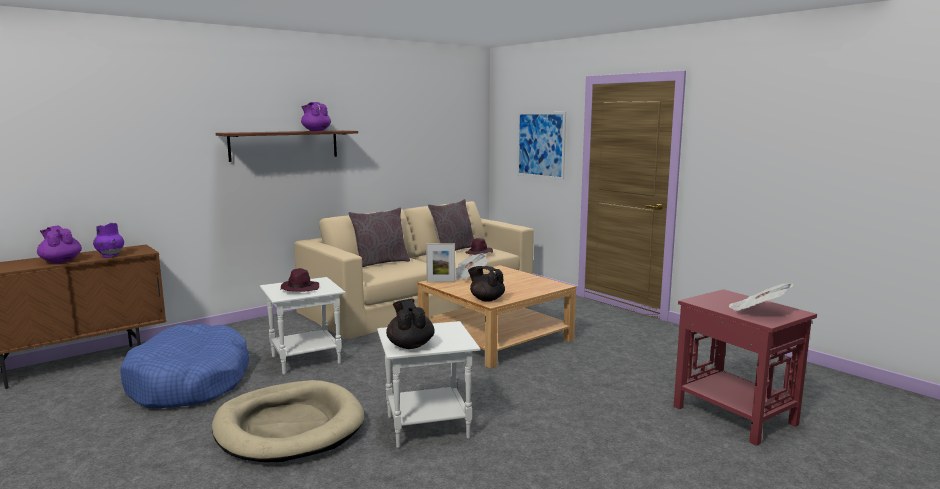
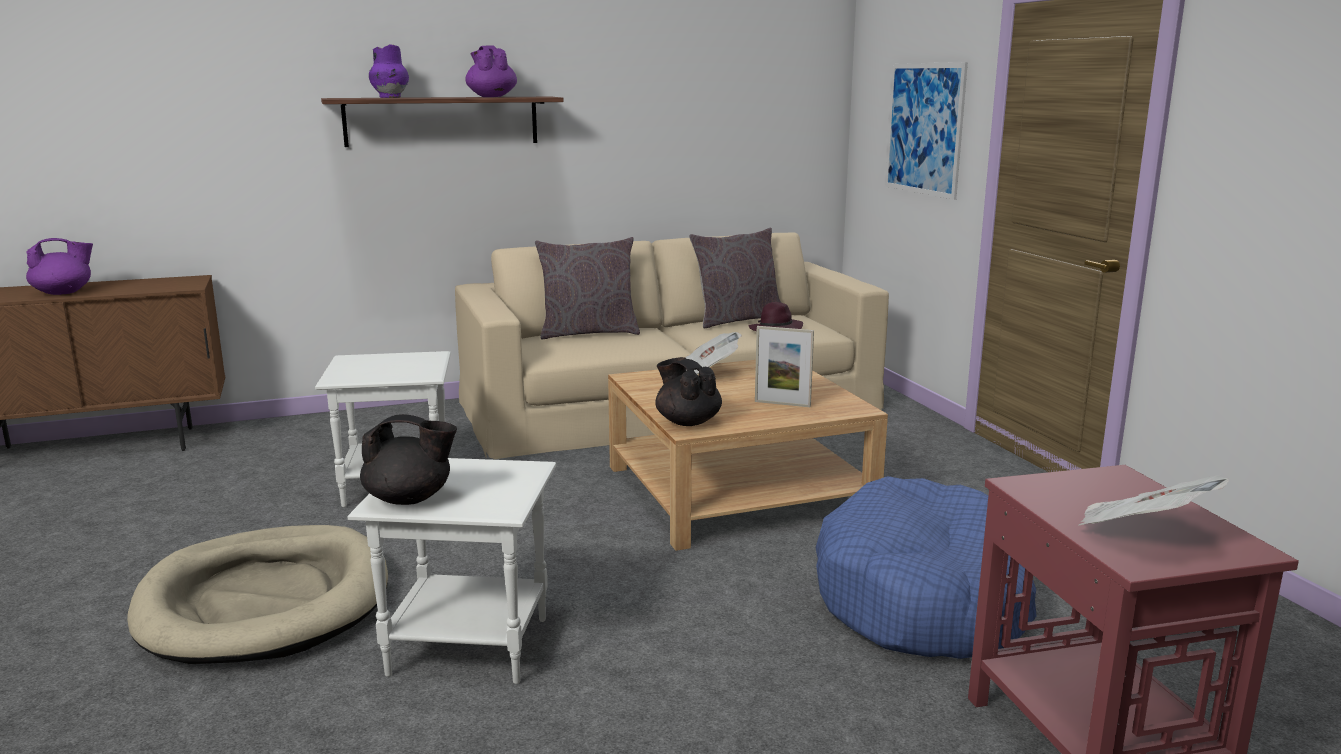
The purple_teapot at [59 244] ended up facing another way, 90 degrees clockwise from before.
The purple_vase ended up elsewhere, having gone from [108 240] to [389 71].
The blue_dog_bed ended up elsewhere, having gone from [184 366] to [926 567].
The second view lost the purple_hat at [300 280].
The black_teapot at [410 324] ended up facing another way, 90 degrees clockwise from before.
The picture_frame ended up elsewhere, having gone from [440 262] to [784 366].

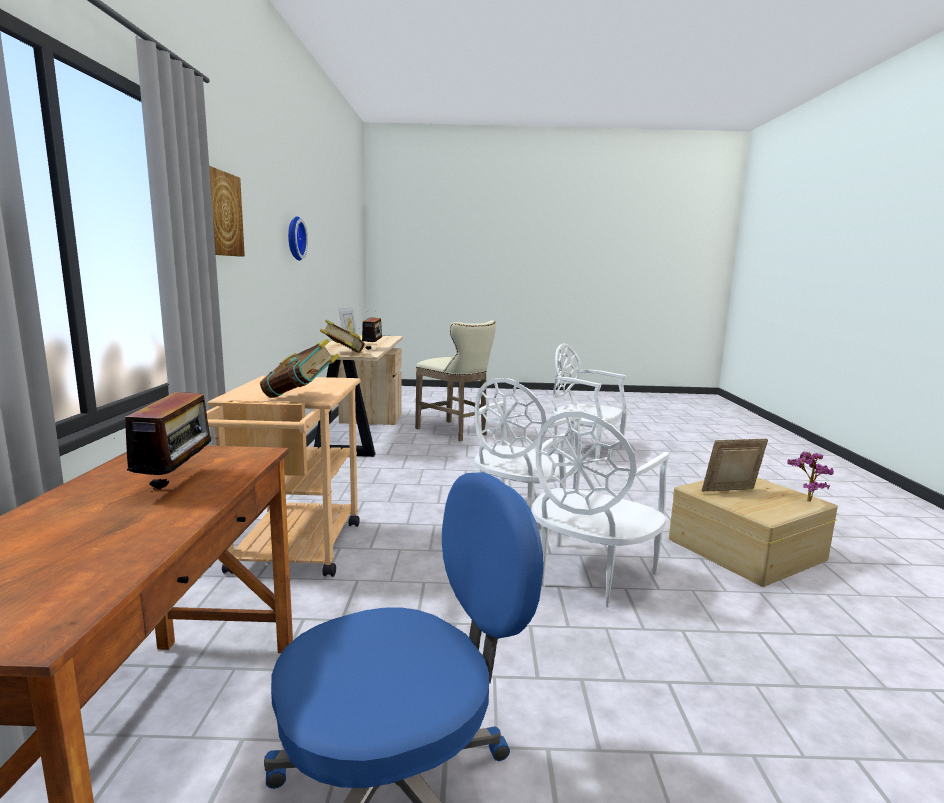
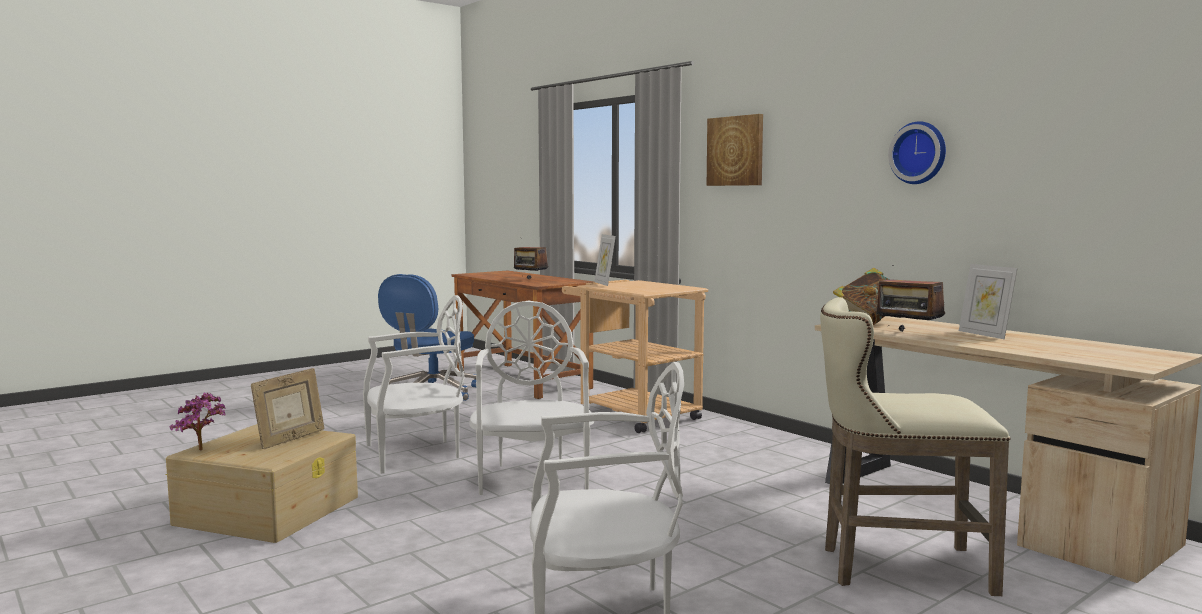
Where the book stood at [299 368], the picture_frame came to stand at [605 260].
The white_chair at [600 509] ended up facing another way, 75 degrees clockwise from before.

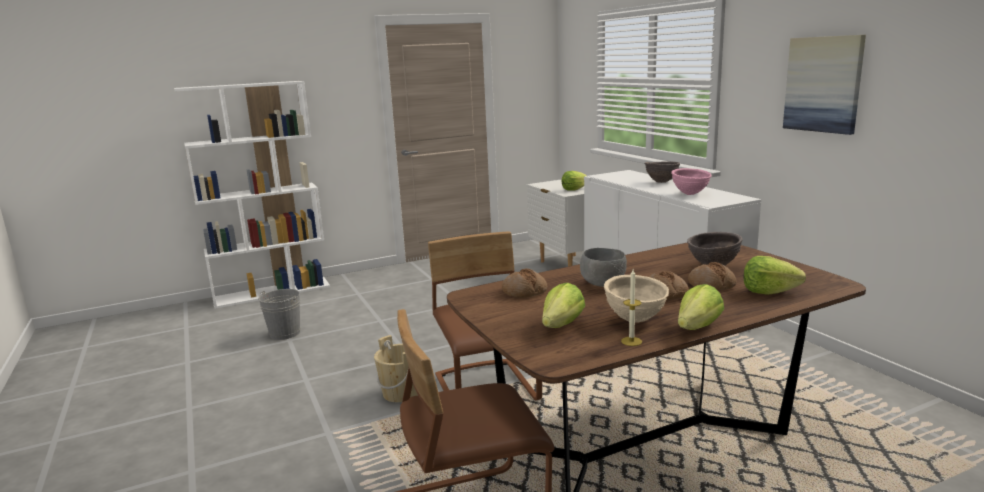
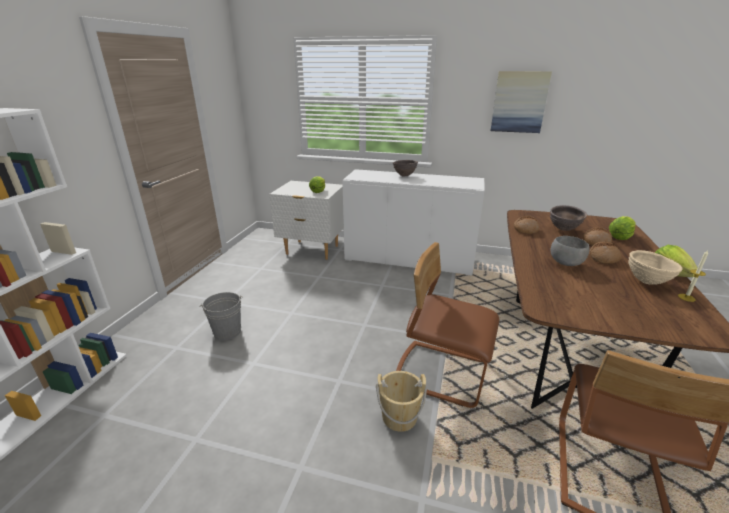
The grey_bucket ended up elsewhere, having gone from [279 314] to [221 316].
The bread ended up elsewhere, having gone from [524 283] to [526 224].
The second view lost the lettuce at [563 305].
The second view lost the pink_bowl at [691 181].

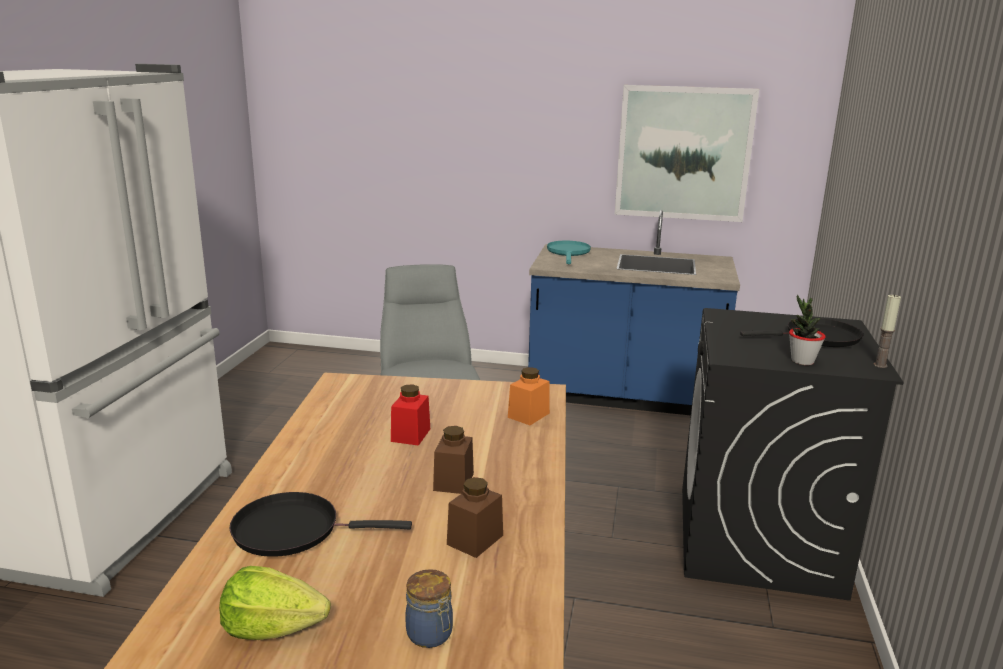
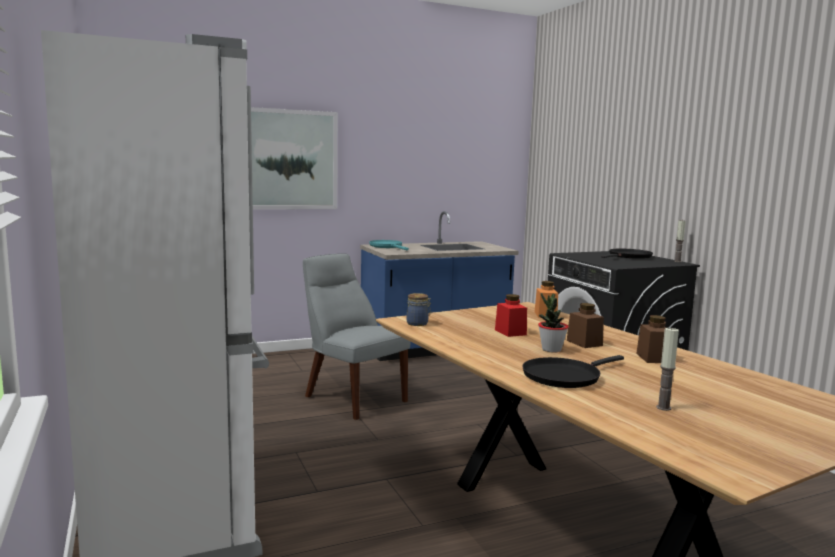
Where the lettuce stood at [275 603], the candle came to stand at [667 369].
The jar ended up elsewhere, having gone from [429 608] to [418 309].
The picture ended up elsewhere, having gone from [687 153] to [294 158].
The potted_plant ended up elsewhere, having gone from [807 330] to [553 323].

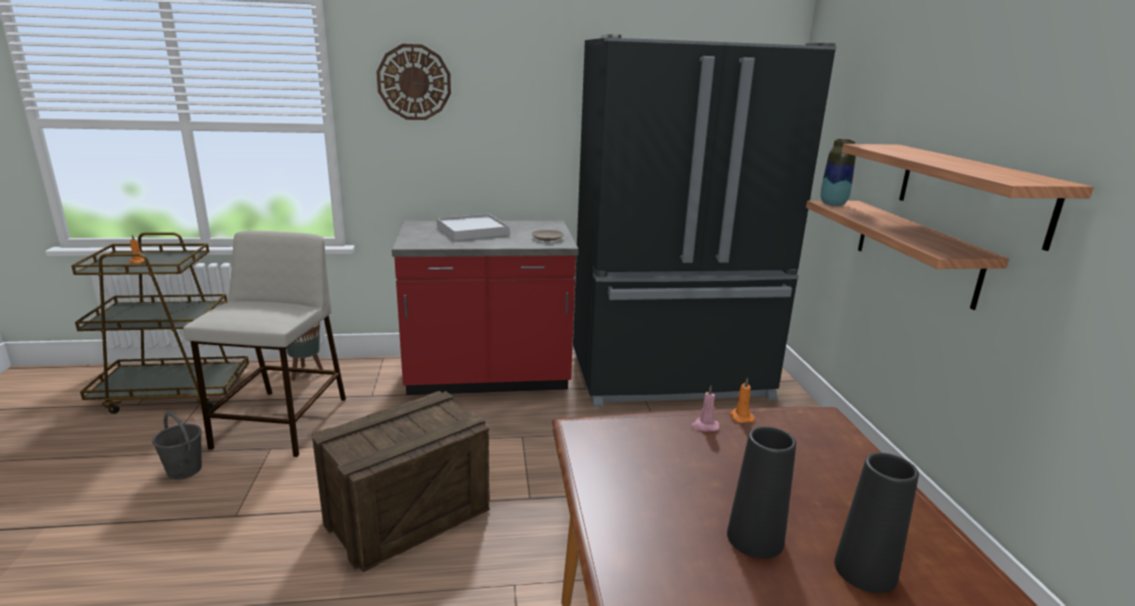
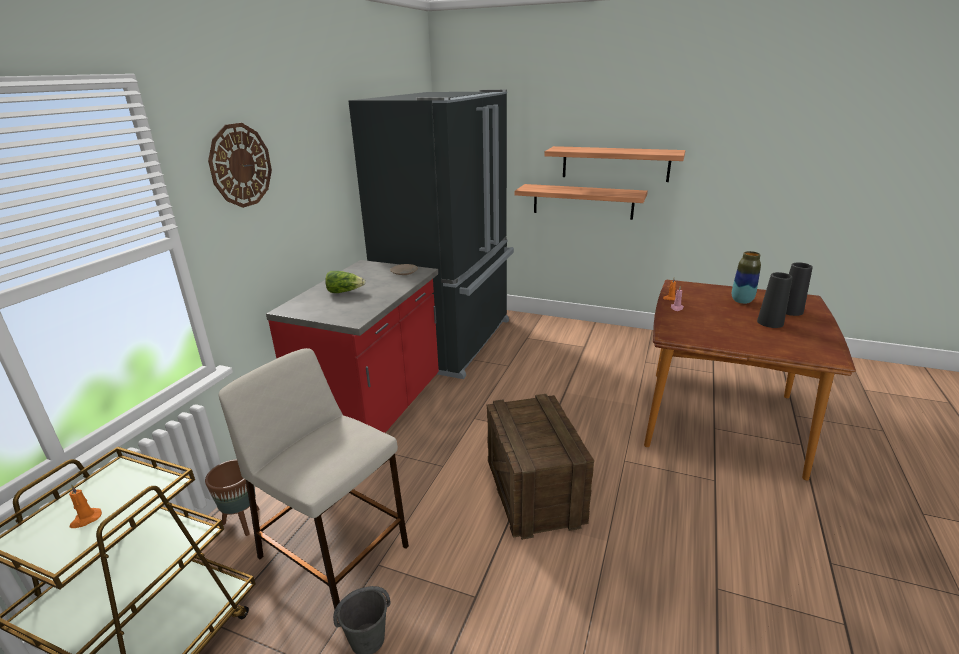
Where the white_tray stood at [473 227], the lettuce came to stand at [345 282].
The vase ended up elsewhere, having gone from [838 172] to [746 277].

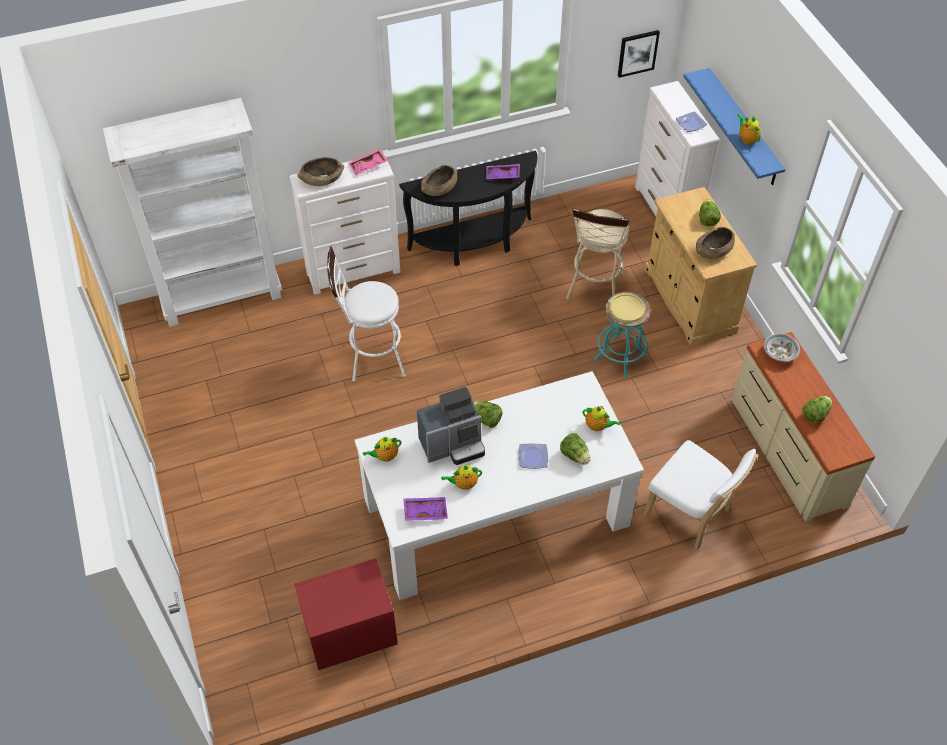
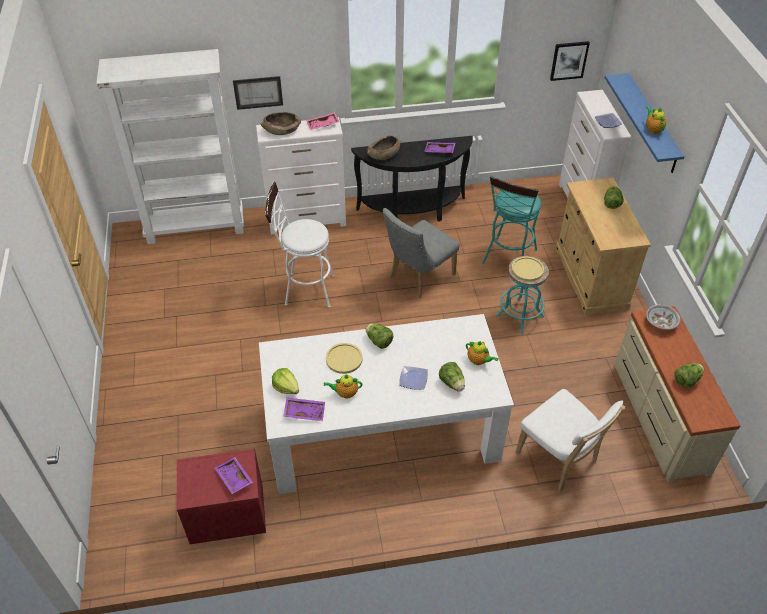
The second view lost the teapot at [382 449].
Where the coffee_machine stood at [451 426], the yellow_plate came to stand at [344 358].
What was the beige_stool at [598 254] turned into the turquoise_stool at [511 220].
The second view lost the brown_bowl at [715 243].
The second view gained the purple_tray at [234 475].
The second view gained the picture at [258 93].
The second view gained the lettuce at [285 381].
The second view gained the grey_chair at [421 253].

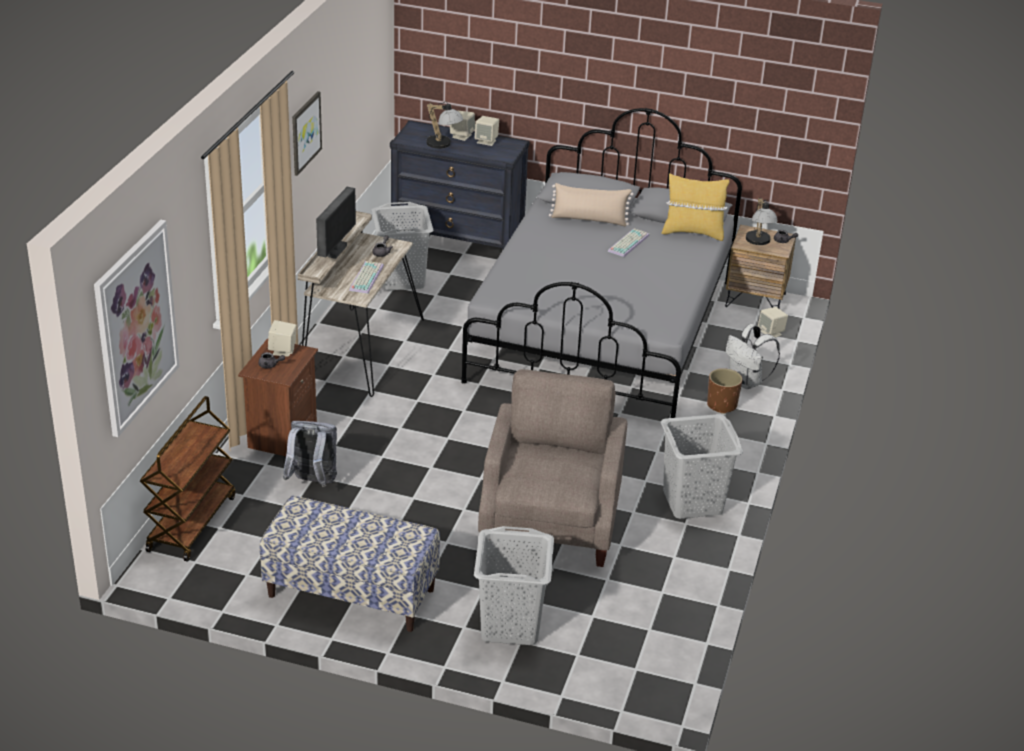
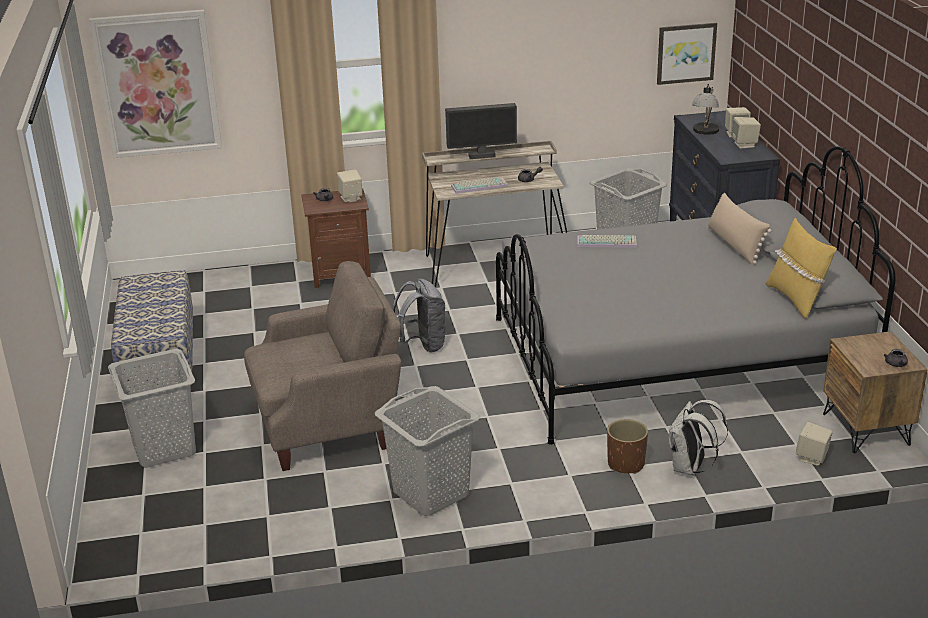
The second view lost the brown_cart at [188 479].
The grey_backpack ended up elsewhere, having gone from [310 454] to [419 315].
The picture ended up elsewhere, having gone from [307 133] to [687 54].
The keyboard ended up elsewhere, having gone from [628 242] to [607 241].
The second view lost the table_lamp at [762 221].

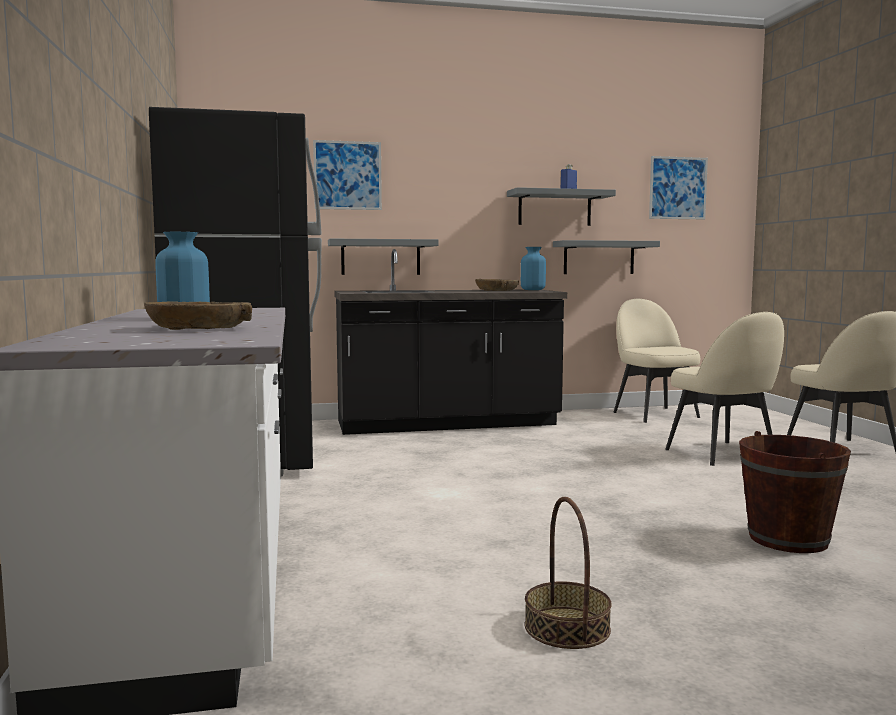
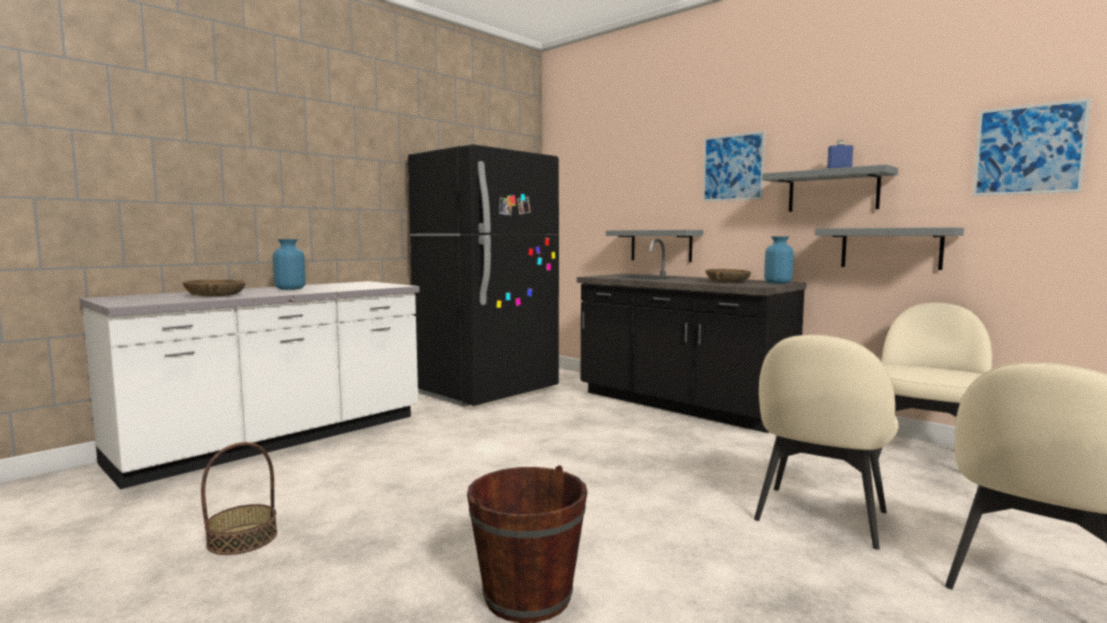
The picture ended up elsewhere, having gone from [347 175] to [734 166].

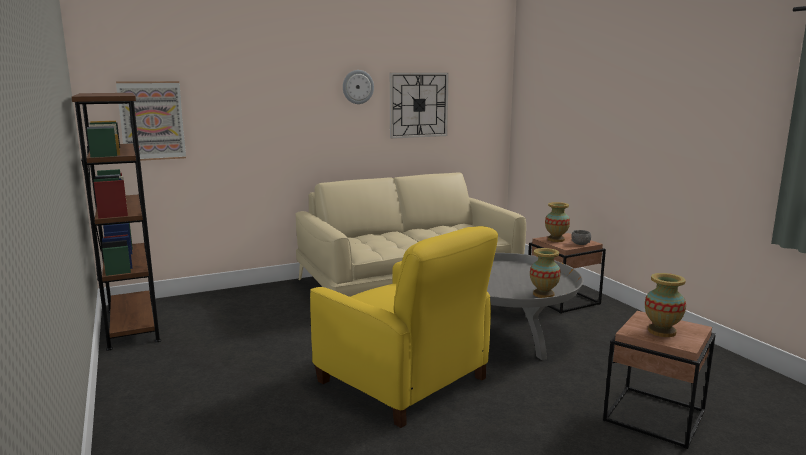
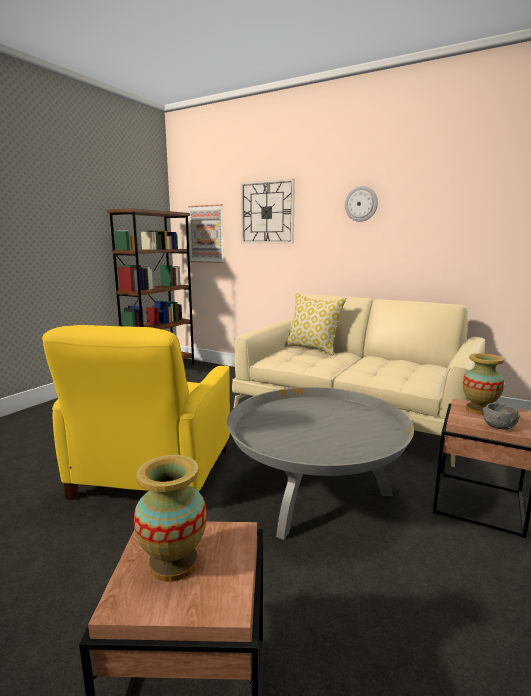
The wall_clock ended up elsewhere, having gone from [419 105] to [268 211].
The second view lost the vase at [545 273].
The second view gained the pillow at [315 324].

